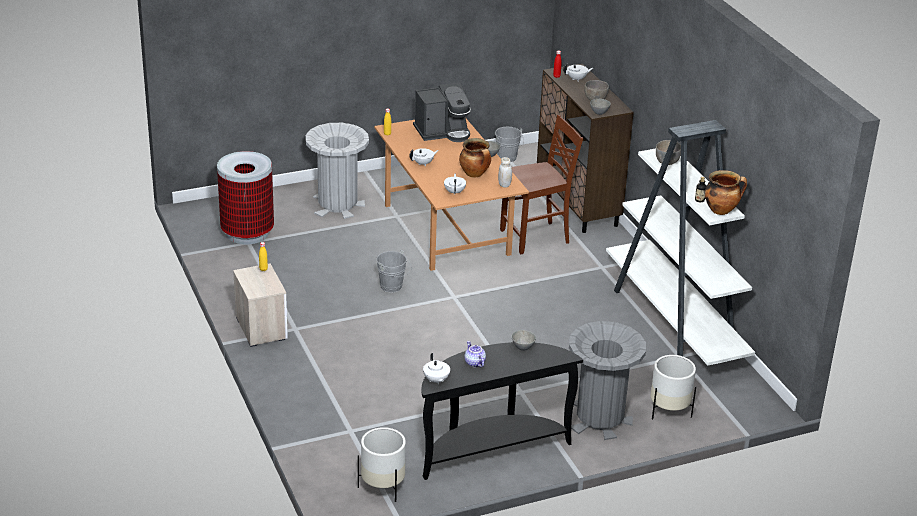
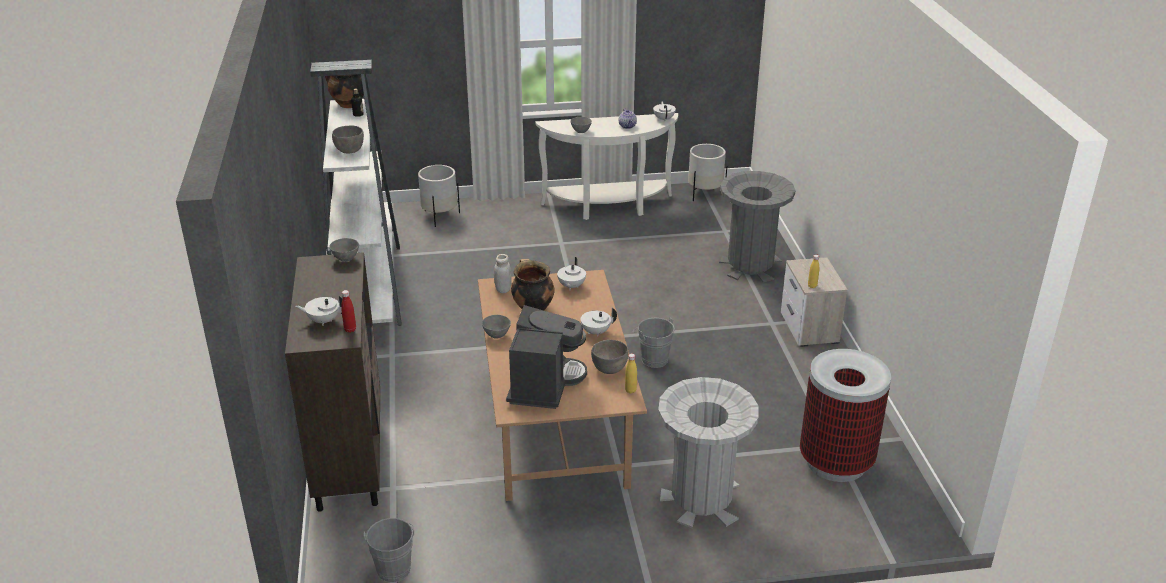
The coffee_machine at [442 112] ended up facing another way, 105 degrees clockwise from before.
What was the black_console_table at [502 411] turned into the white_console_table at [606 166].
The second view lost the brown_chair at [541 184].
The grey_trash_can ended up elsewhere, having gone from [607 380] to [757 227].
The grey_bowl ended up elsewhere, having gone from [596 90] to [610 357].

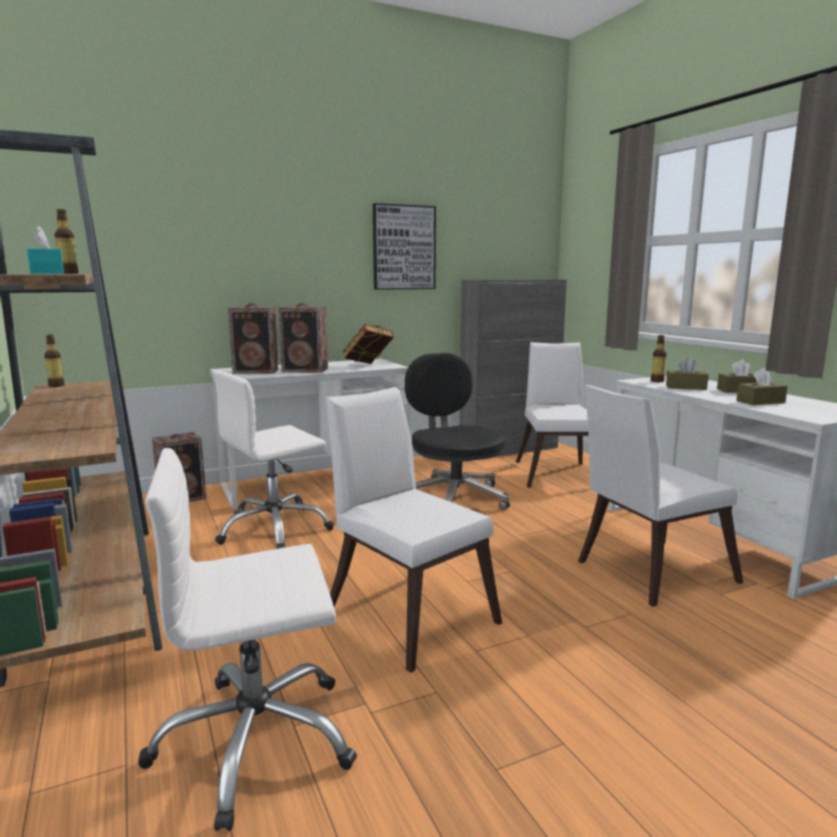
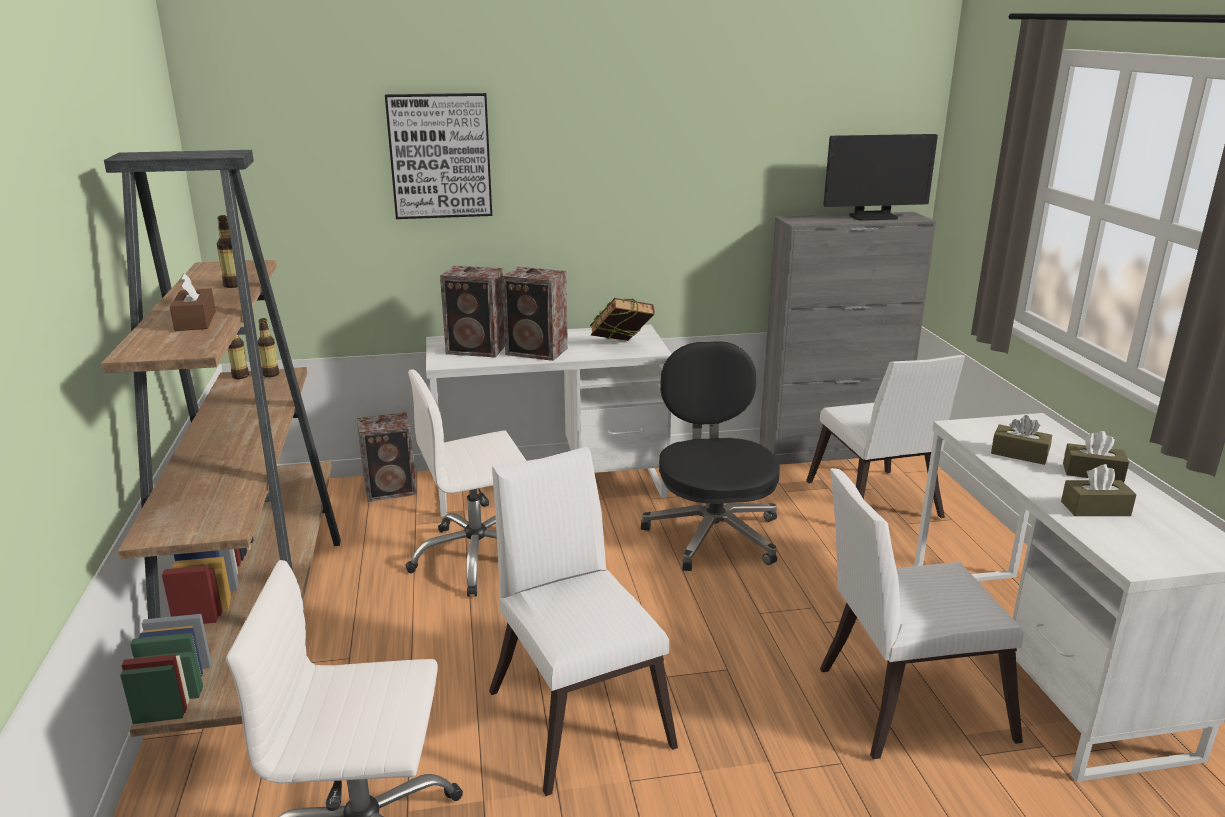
What was the turquoise_tissue_box at [45 250] turned into the brown_tissue_box at [193 302].
The picture ended up elsewhere, having gone from [404 246] to [438 156].
The white_chair at [552 415] ended up facing another way, 150 degrees clockwise from before.
The bottle ended up elsewhere, having gone from [659 358] to [268 347].
The second view gained the monitor at [880 177].

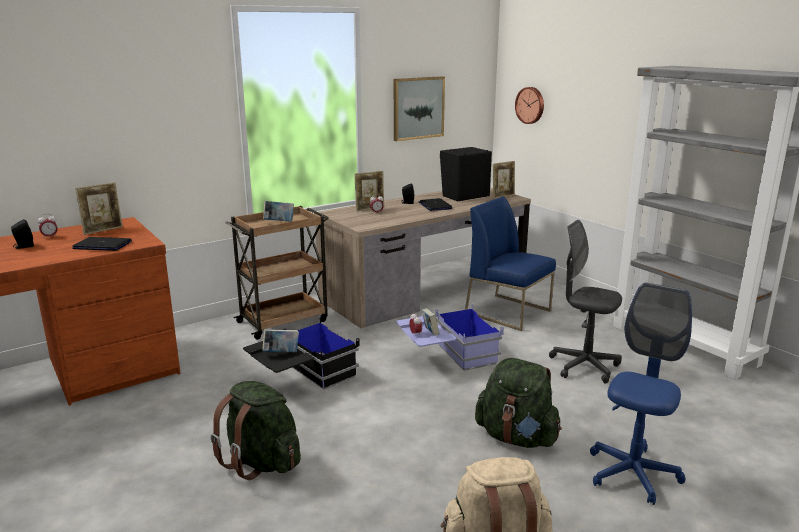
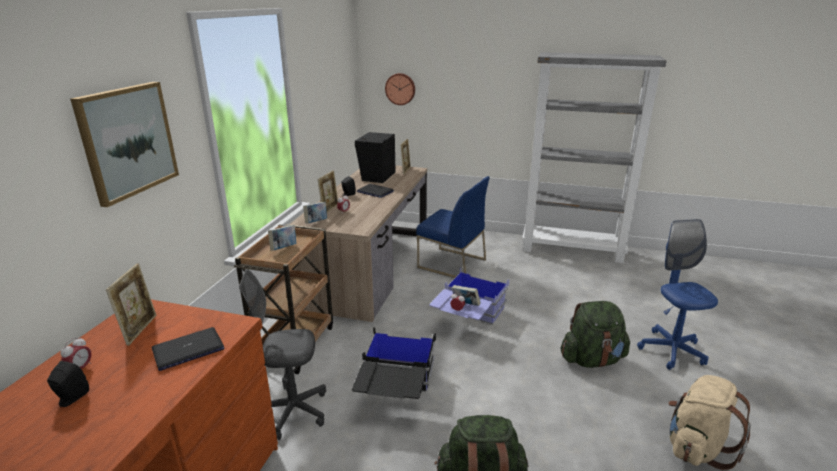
The book ended up elsewhere, having gone from [280 340] to [315 213].
The picture ended up elsewhere, having gone from [419 108] to [124 144].
The blue_chair at [510 264] ended up facing another way, 150 degrees counterclockwise from before.
The grey_office_chair ended up elsewhere, having gone from [585 302] to [282 354].

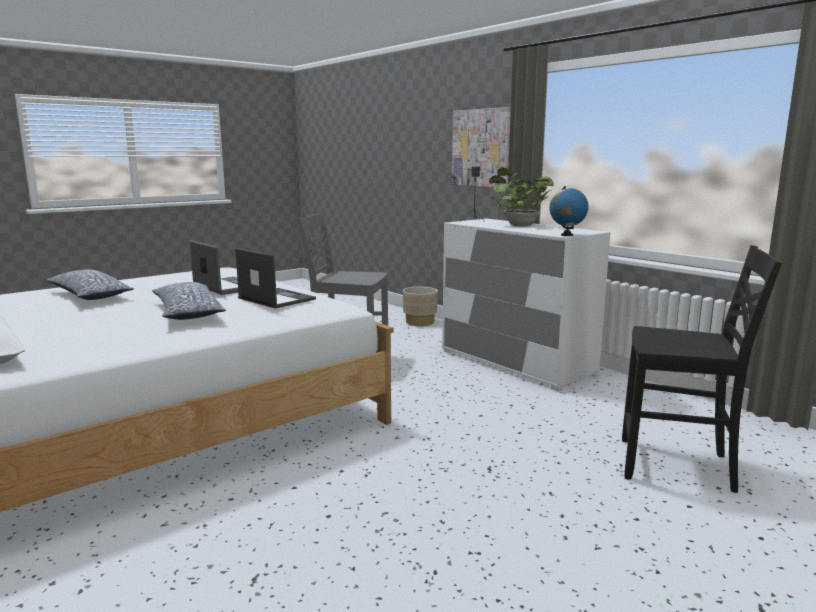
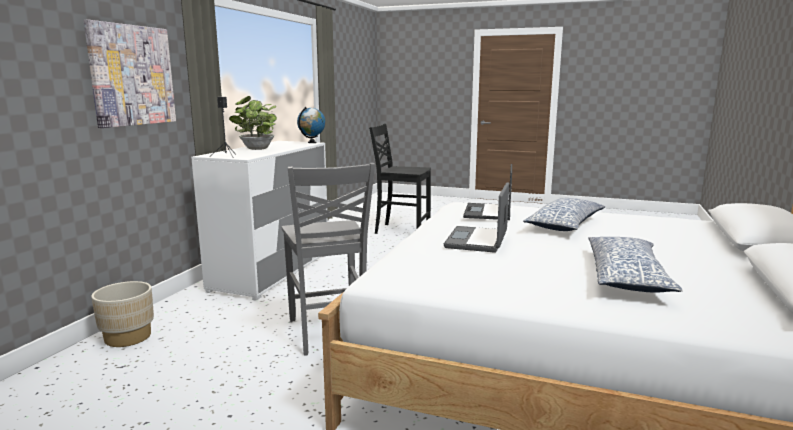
The black_chair at [702 369] ended up facing another way, 60 degrees counterclockwise from before.

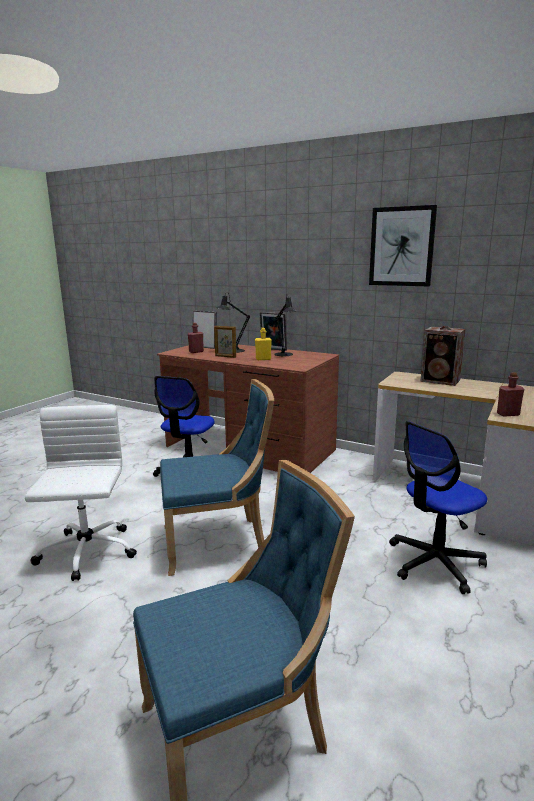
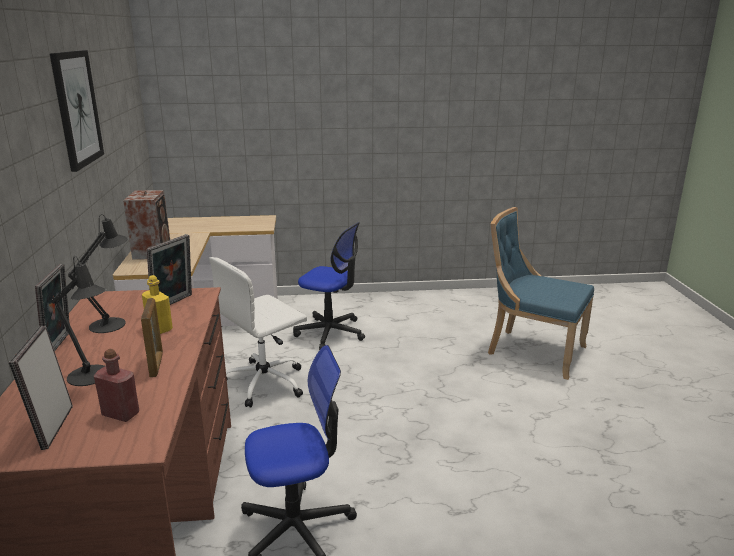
The white_office_chair ended up elsewhere, having gone from [81 493] to [258 332].
The second view lost the blue_chair at [217 477].
The second view lost the red_bottle at [510 394].
The second view gained the picture_frame at [169 269].

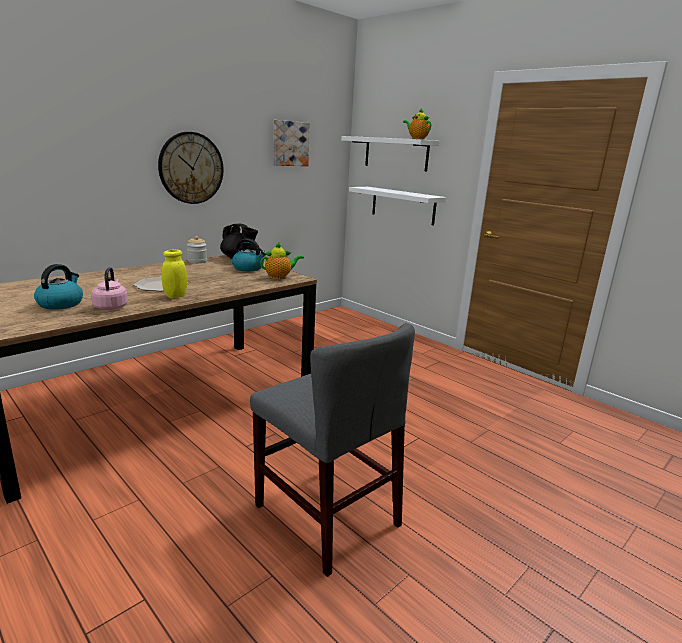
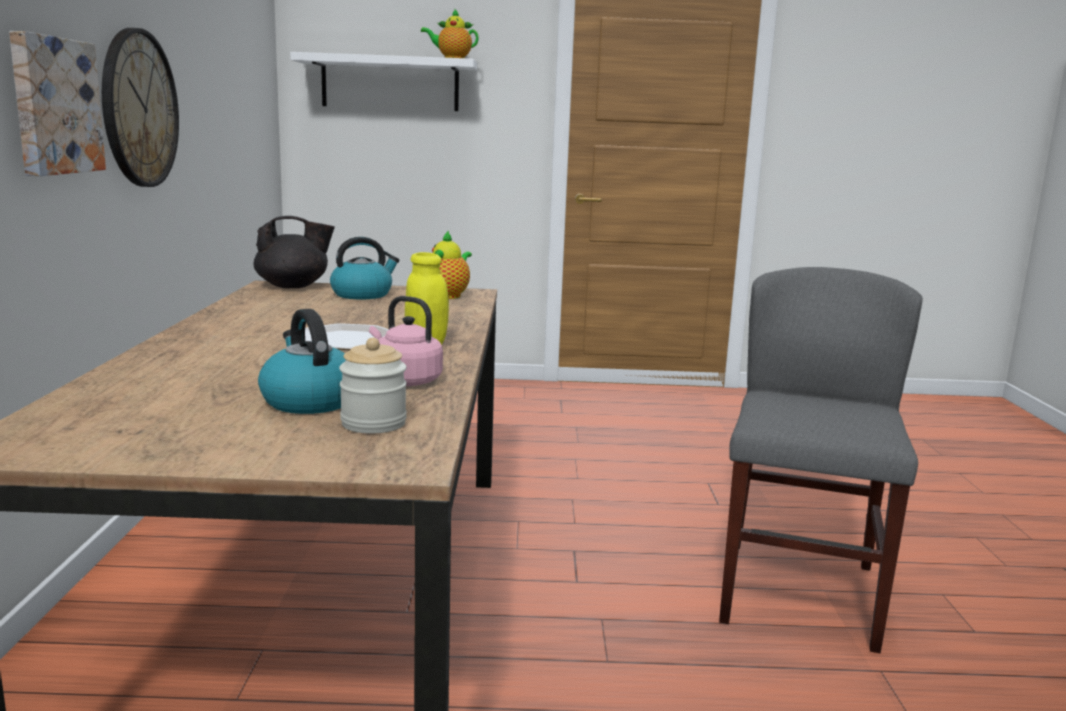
The jar ended up elsewhere, having gone from [197 249] to [373 385].
The grey_chair at [332 450] ended up facing another way, 75 degrees counterclockwise from before.
The picture ended up elsewhere, having gone from [291 143] to [57 103].
The second view lost the white_shelf at [398 206].

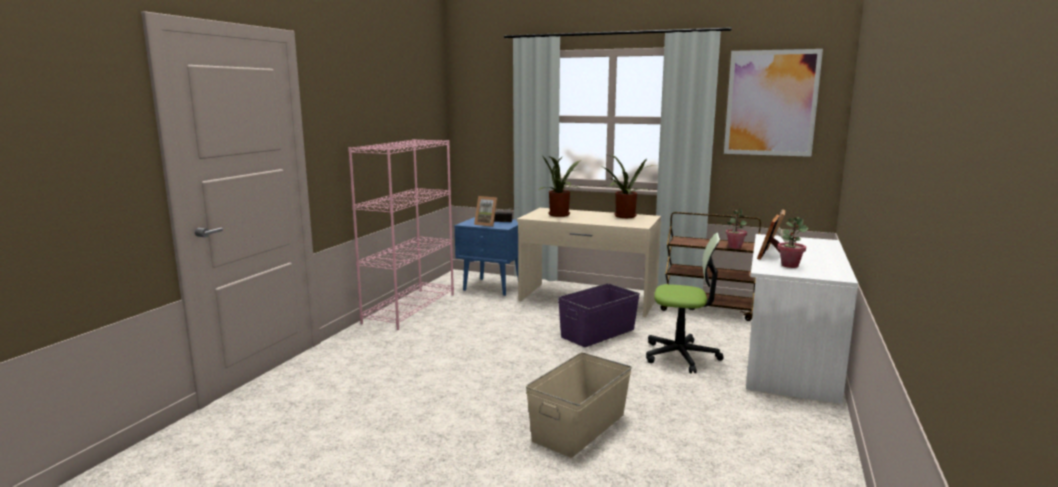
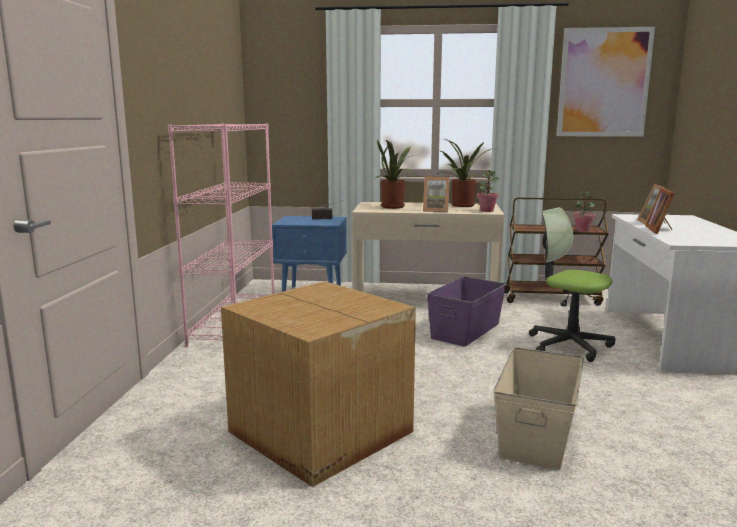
The picture_frame ended up elsewhere, having gone from [485 211] to [436 194].
The office_chair at [685 303] ended up facing another way, 135 degrees counterclockwise from before.
The potted_plant ended up elsewhere, having gone from [793 242] to [488 191].
The second view gained the cardboard_box at [318 384].

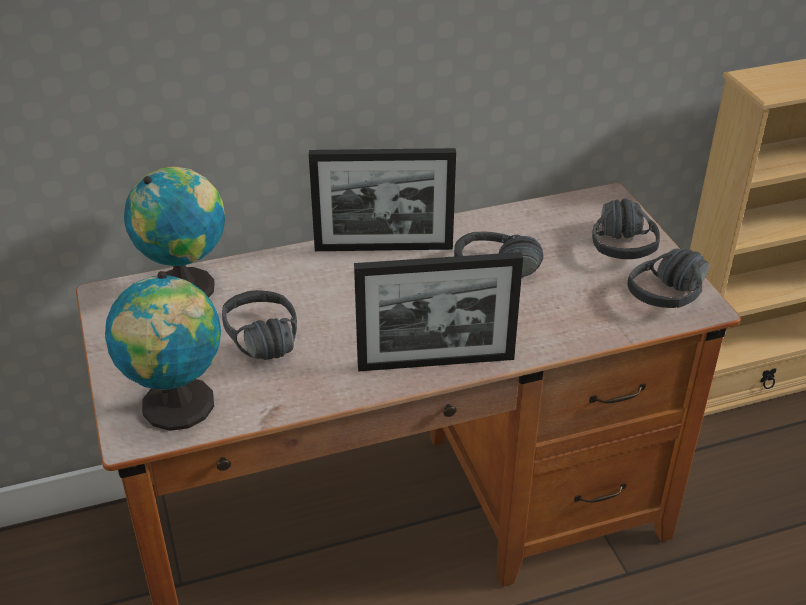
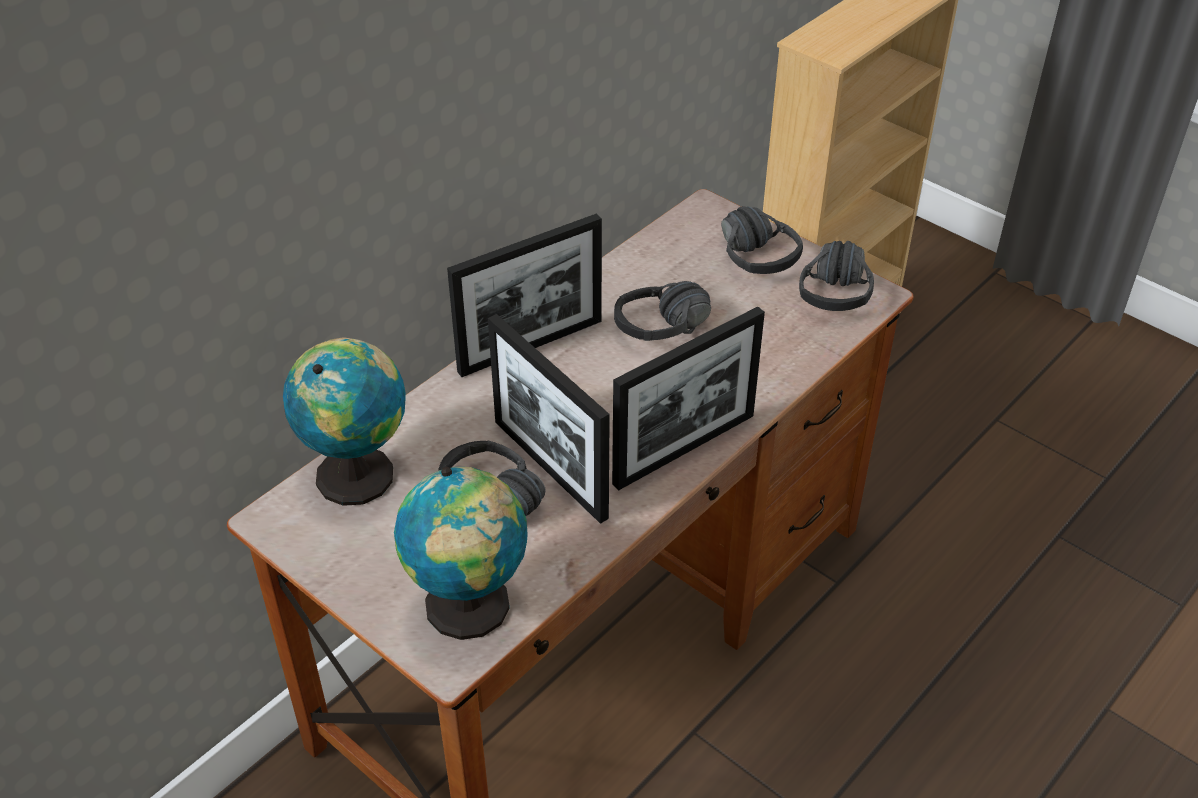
The second view gained the picture_frame at [549 419].

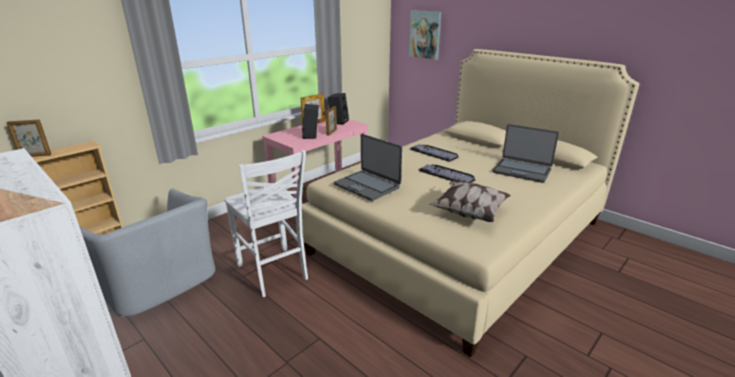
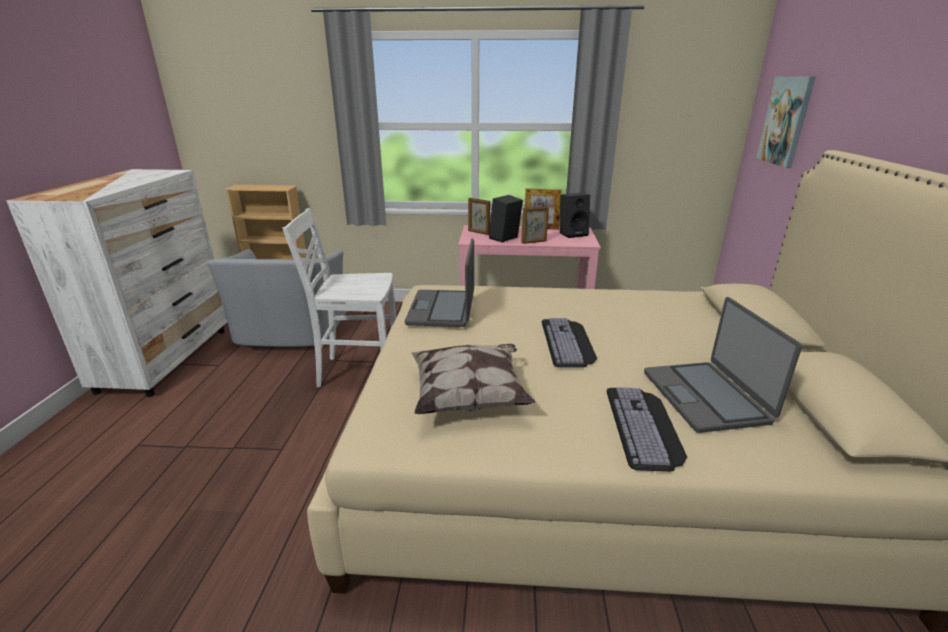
The picture_frame ended up elsewhere, having gone from [28 138] to [479 216].
The white_chair at [266 223] ended up facing another way, 75 degrees clockwise from before.
The keyboard ended up elsewhere, having gone from [434 153] to [646 429].

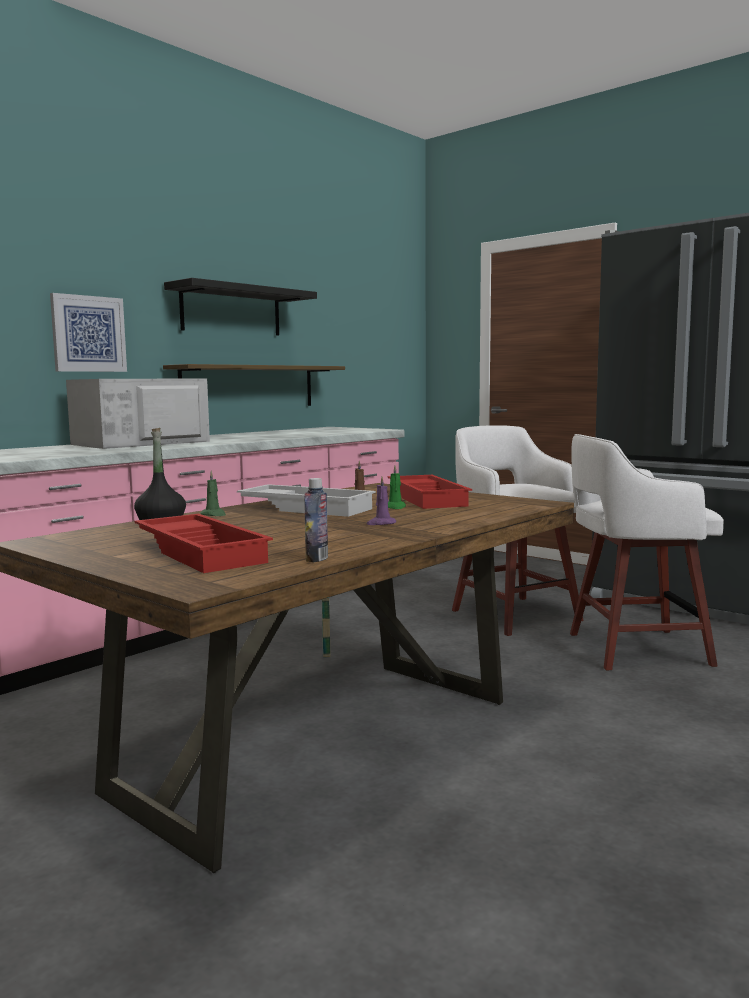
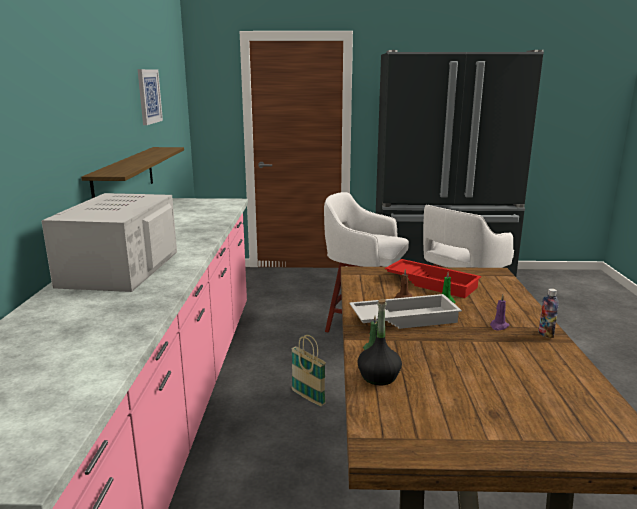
The picture ended up elsewhere, having gone from [88 332] to [150 97].
The second view lost the red_tray at [203 543].
The second view lost the black_shelf at [240 307].
The bottle ended up elsewhere, having gone from [316 520] to [548 313].

